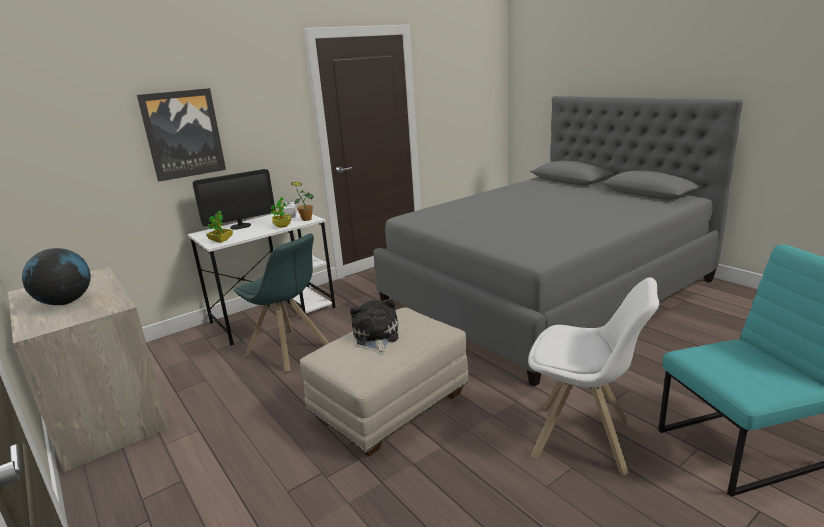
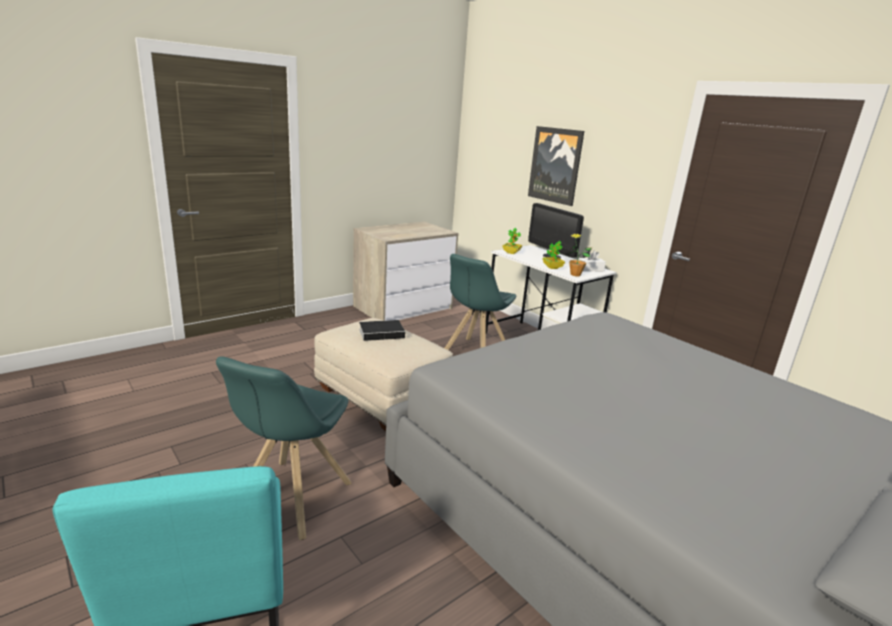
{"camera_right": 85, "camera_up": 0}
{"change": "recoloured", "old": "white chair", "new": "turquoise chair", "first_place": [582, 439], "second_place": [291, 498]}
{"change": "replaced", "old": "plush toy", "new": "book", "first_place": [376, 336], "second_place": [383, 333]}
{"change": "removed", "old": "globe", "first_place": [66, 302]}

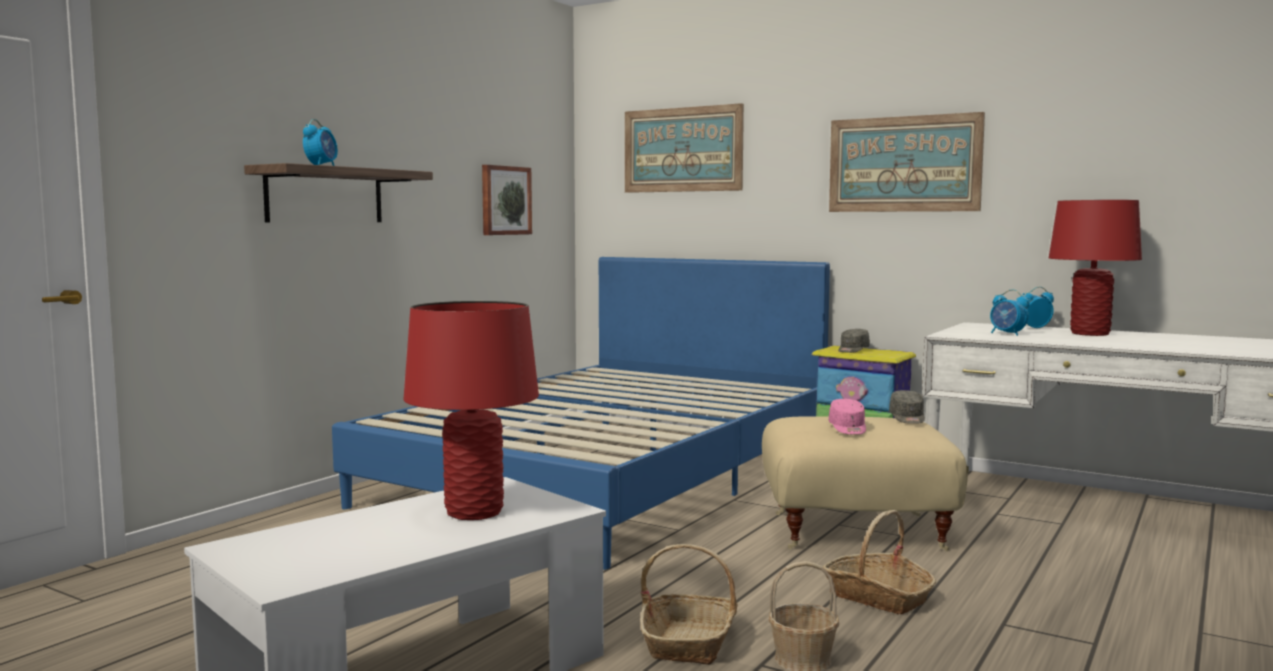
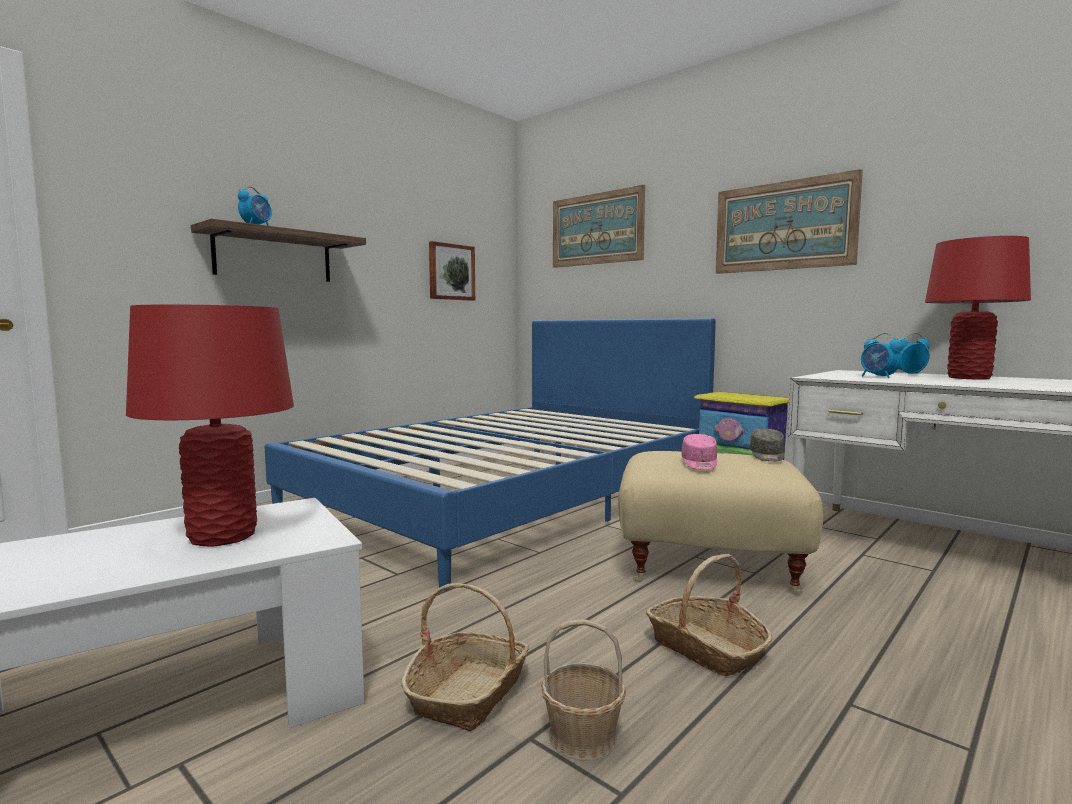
{"camera_right": 10, "camera_up": 0}
{"change": "removed", "old": "grey cap", "first_place": [852, 350]}

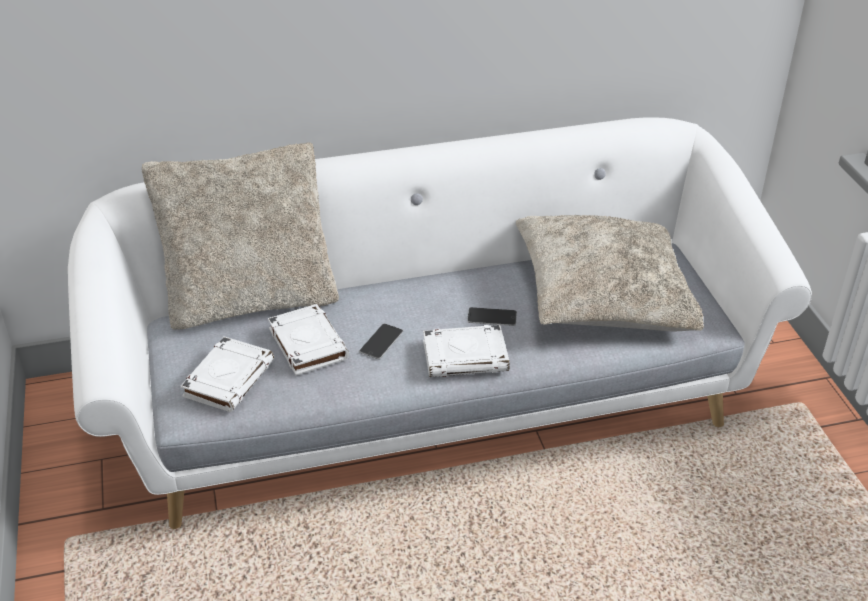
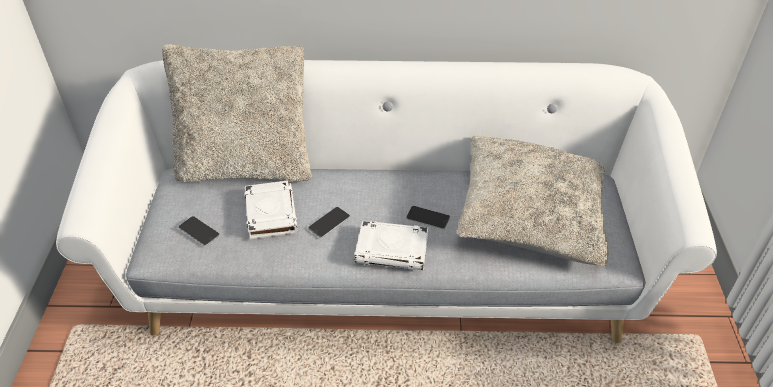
{"camera_right": 15, "camera_up": 5}
{"change": "replaced", "old": "white book", "new": "phone", "first_place": [229, 378], "second_place": [199, 231]}

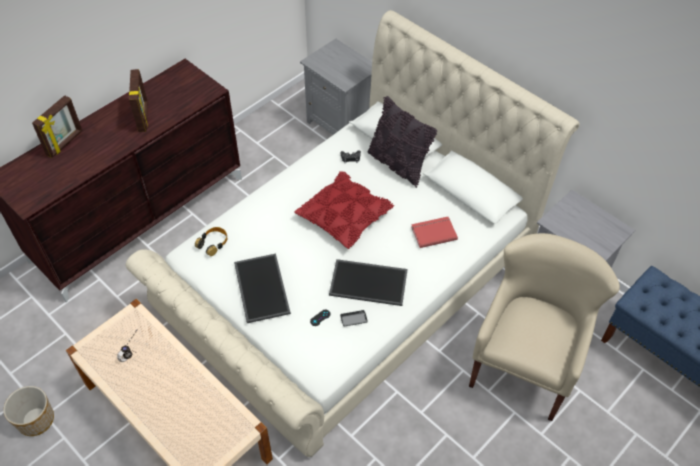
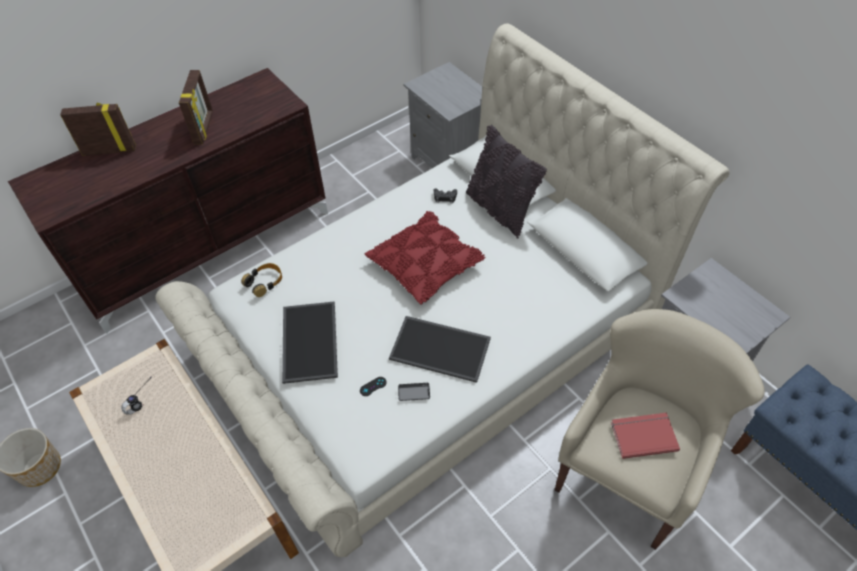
{"camera_right": 10, "camera_up": 0}
{"change": "turned", "old": "picture frame", "first_place": [65, 143], "second_place": [109, 150], "degrees": -135}
{"change": "moved", "old": "red book", "first_place": [433, 232], "second_place": [643, 435]}

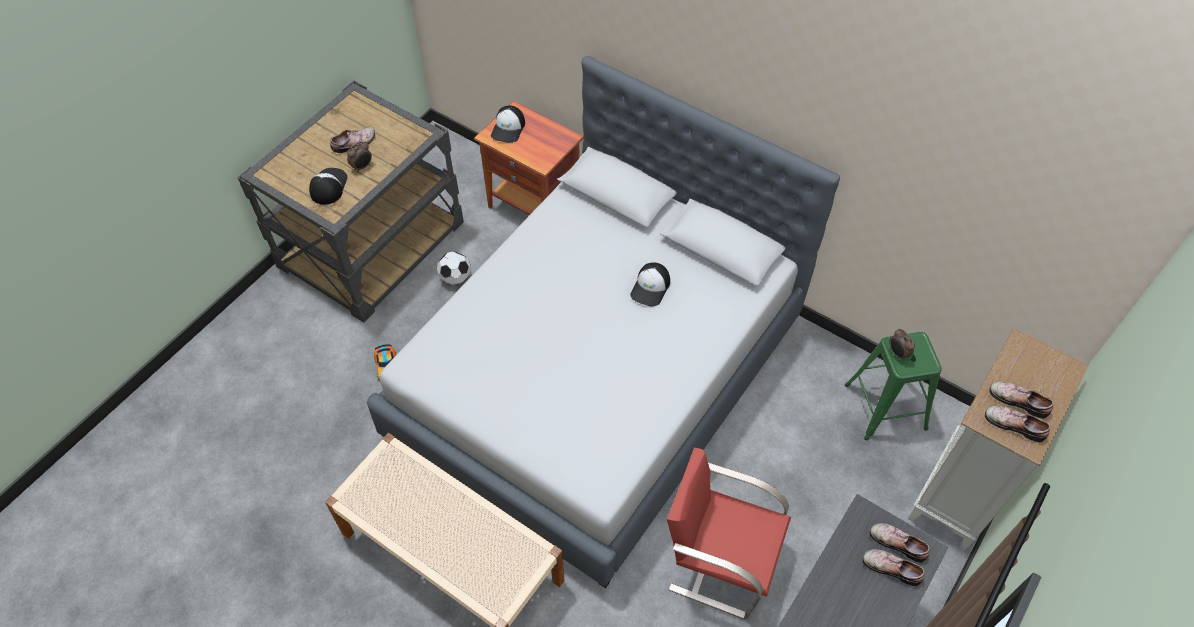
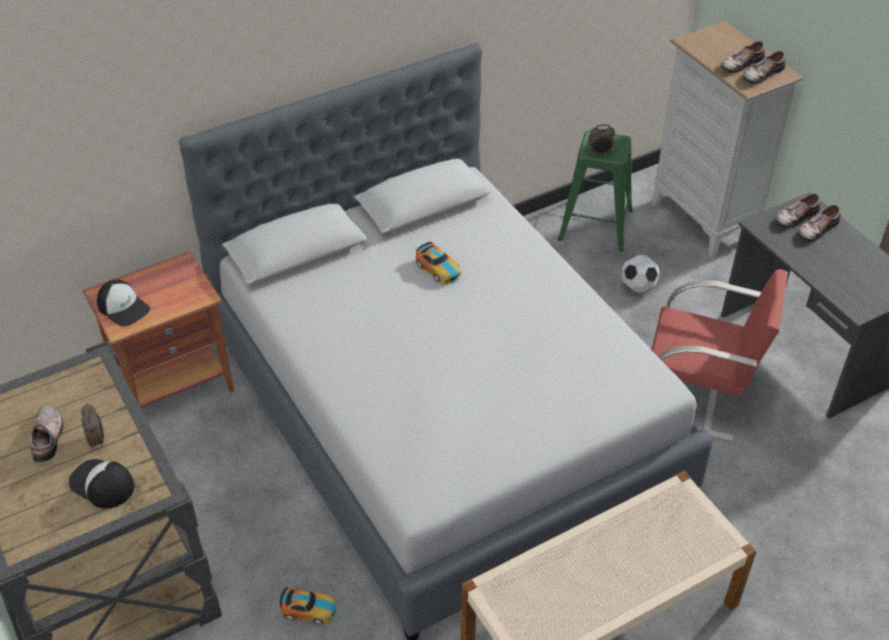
{"camera_right": -65, "camera_up": -10}
{"change": "replaced", "old": "cap", "new": "toy car", "first_place": [651, 287], "second_place": [438, 269]}
{"change": "moved", "old": "football", "first_place": [455, 277], "second_place": [638, 287]}
{"change": "turned", "old": "red chair", "first_place": [719, 560], "second_place": [698, 397], "degrees": -120}

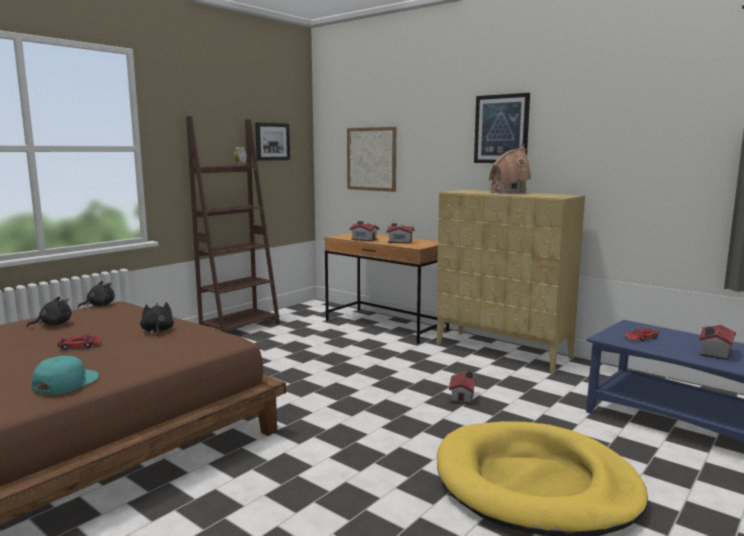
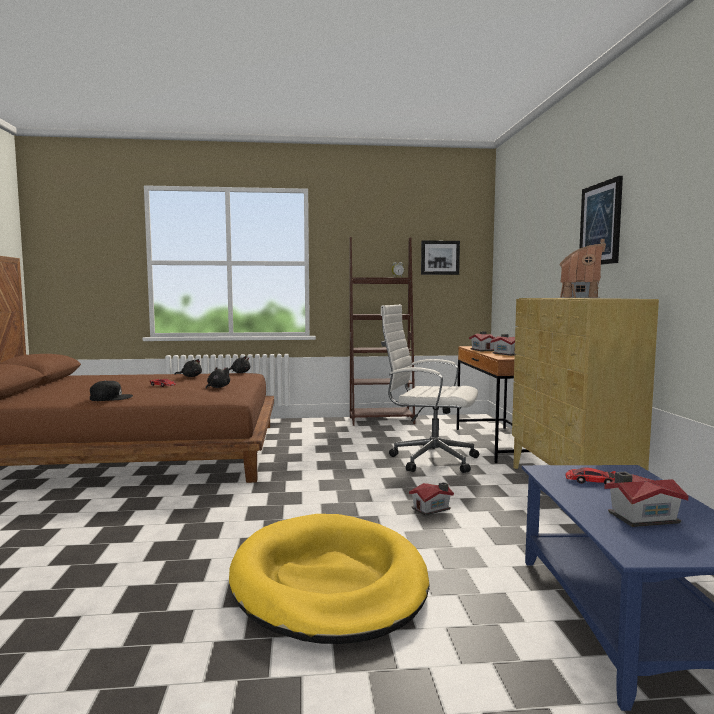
{"camera_right": 45, "camera_up": -5}
{"change": "recoloured", "old": "turquoise cap", "new": "black cap", "first_place": [65, 382], "second_place": [110, 398]}
{"change": "added", "new": "white office chair", "second_place": [429, 460]}
{"change": "removed", "old": "picture", "first_place": [371, 158]}

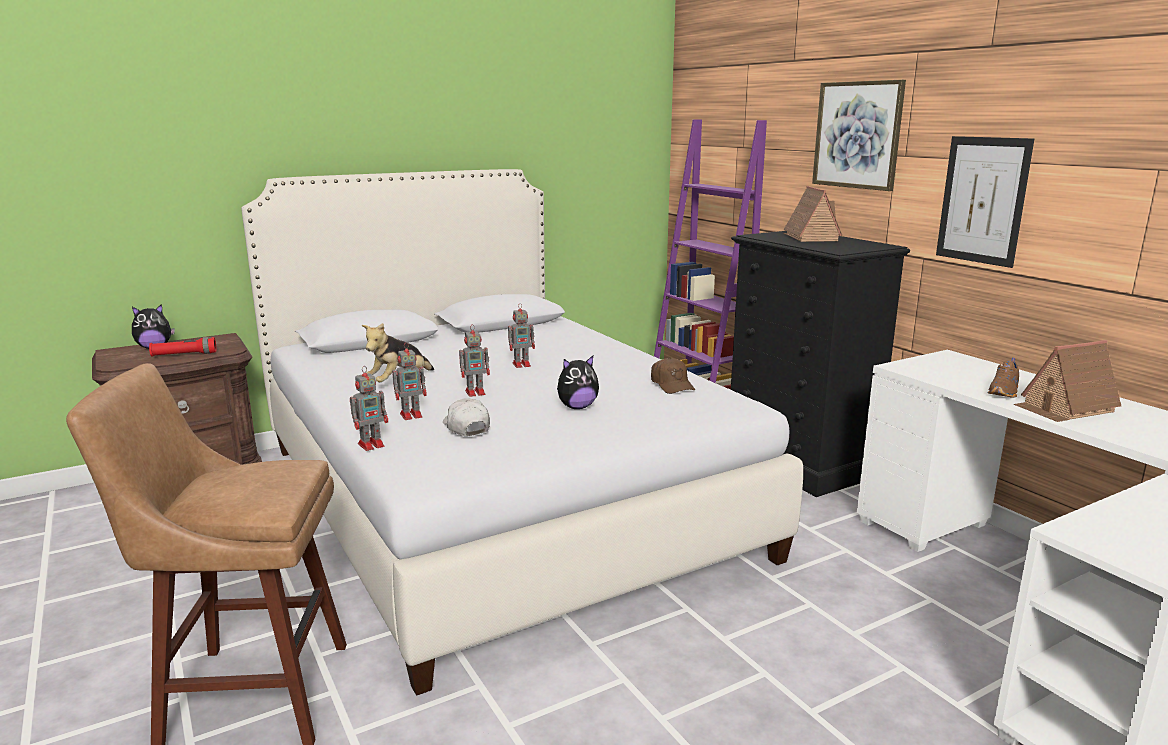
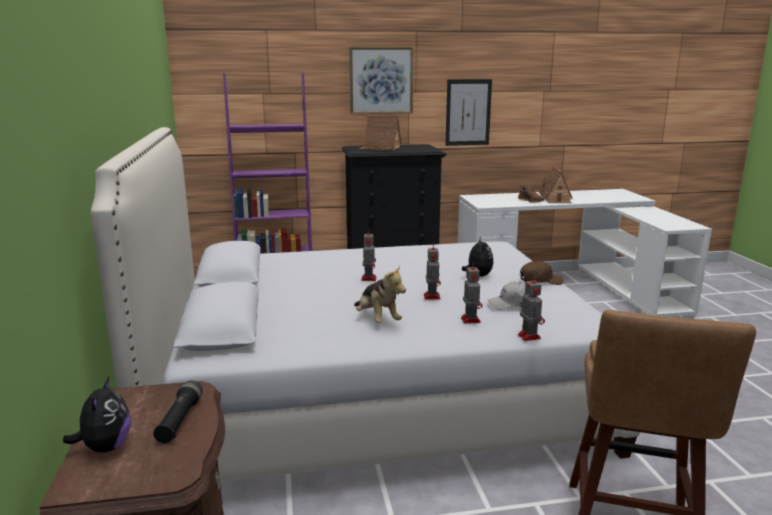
{"camera_right": -70, "camera_up": 0}
{"change": "recoloured", "old": "red flashlight", "new": "black flashlight", "first_place": [184, 355], "second_place": [180, 420]}
{"change": "moved", "old": "brown cap", "first_place": [672, 385], "second_place": [540, 280]}

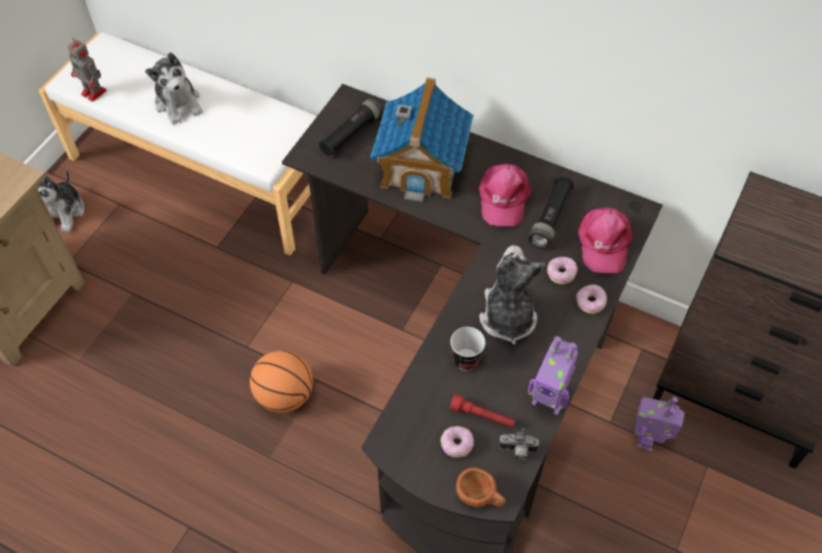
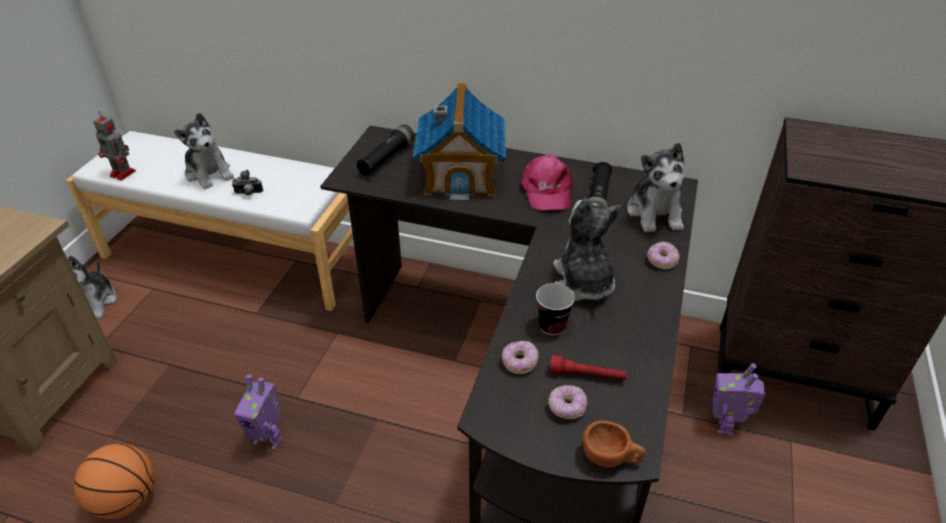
{"camera_right": -10, "camera_up": -15}
{"change": "moved", "old": "basketball", "first_place": [284, 395], "second_place": [126, 500]}
{"change": "moved", "old": "photo camera", "first_place": [517, 451], "second_place": [248, 194]}
{"change": "moved", "old": "toy robot", "first_place": [548, 400], "second_place": [268, 439]}
{"change": "moved", "old": "donut", "first_place": [561, 274], "second_place": [519, 362]}
{"change": "replaced", "old": "pink cap", "new": "plush toy", "first_place": [603, 243], "second_place": [655, 213]}

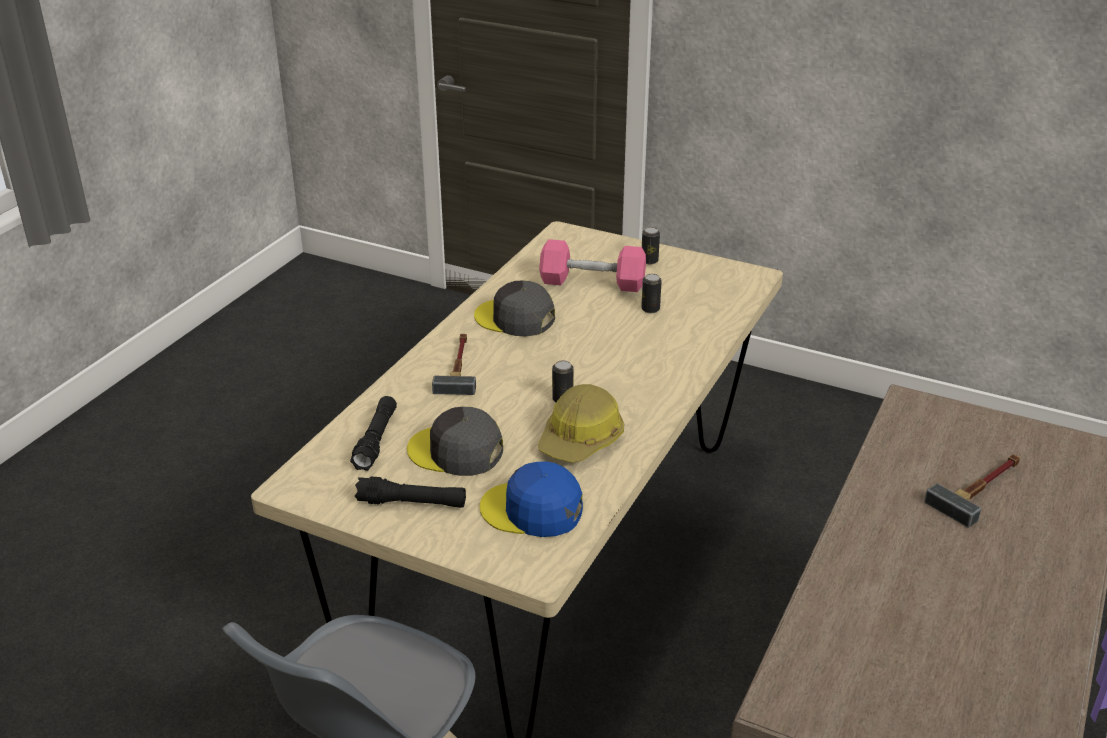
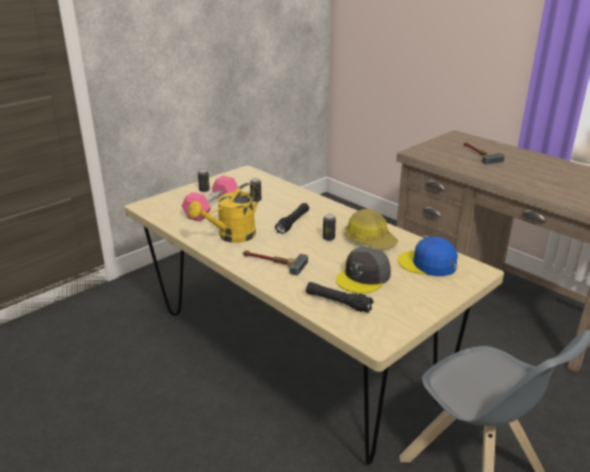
{"camera_right": -70, "camera_up": -5}
{"change": "replaced", "old": "grey cap", "new": "yellow watering can", "first_place": [515, 318], "second_place": [231, 236]}
{"change": "moved", "old": "black flashlight", "first_place": [412, 503], "second_place": [293, 223]}
{"change": "turned", "old": "blue cap", "first_place": [532, 510], "second_place": [428, 264], "degrees": 75}

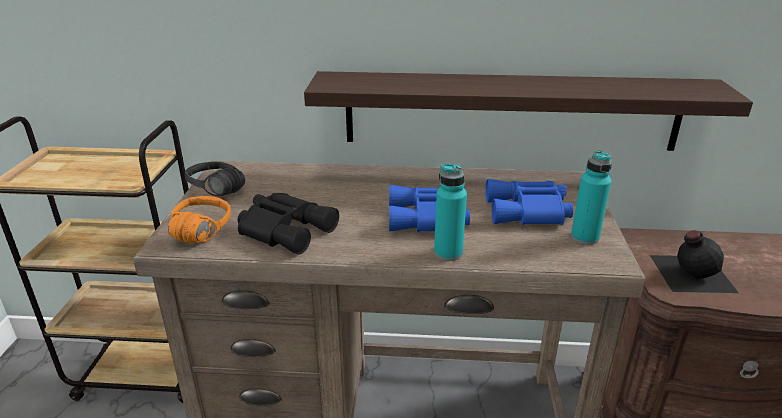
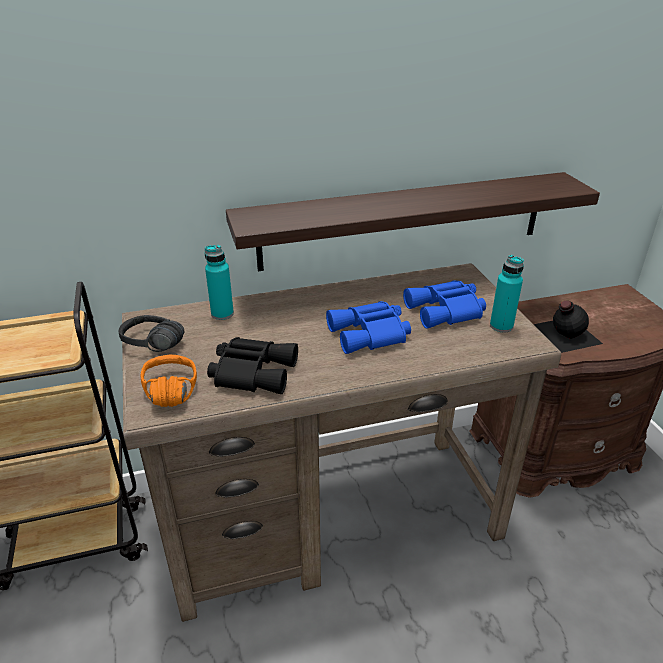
{"camera_right": -20, "camera_up": 5}
{"change": "moved", "old": "turquoise bottle", "first_place": [448, 253], "second_place": [222, 314]}

